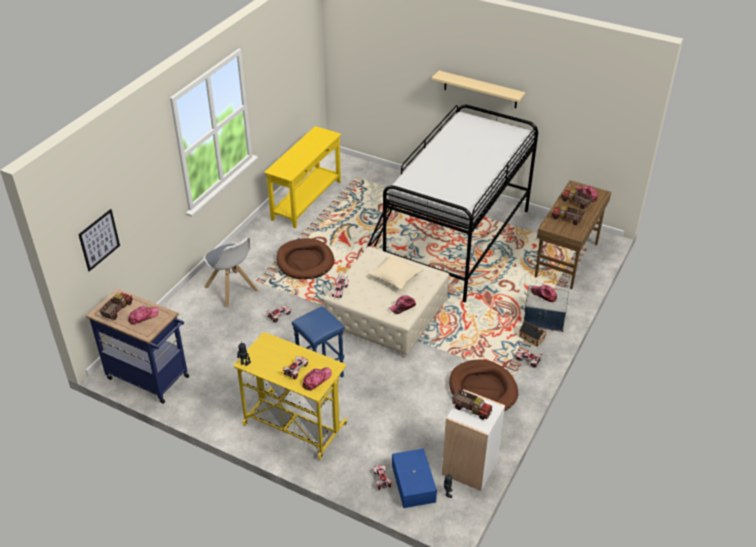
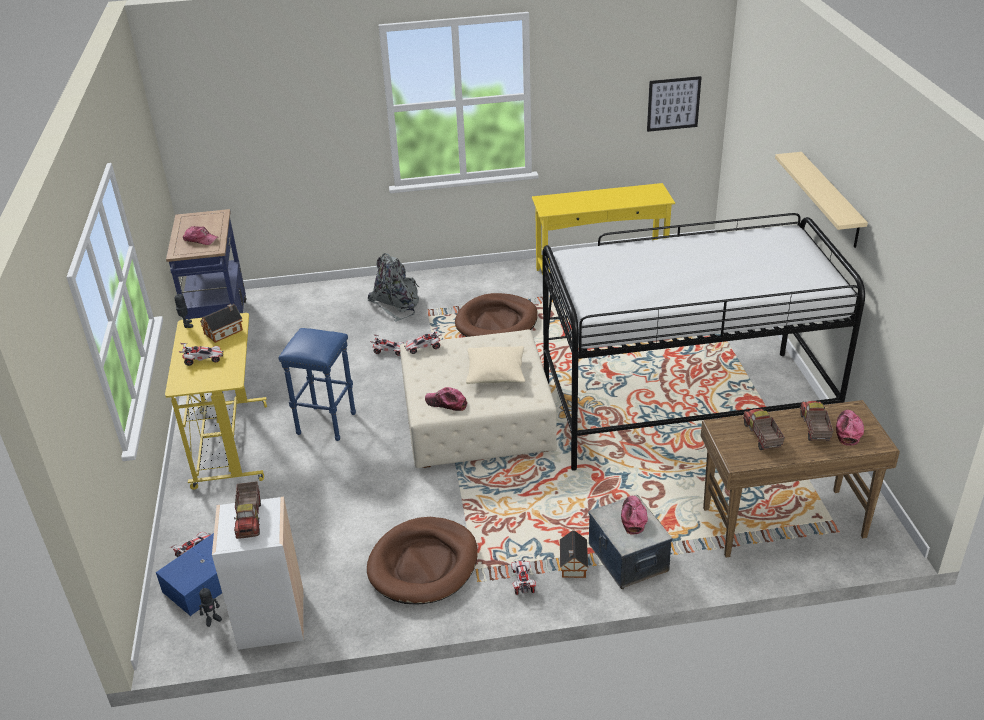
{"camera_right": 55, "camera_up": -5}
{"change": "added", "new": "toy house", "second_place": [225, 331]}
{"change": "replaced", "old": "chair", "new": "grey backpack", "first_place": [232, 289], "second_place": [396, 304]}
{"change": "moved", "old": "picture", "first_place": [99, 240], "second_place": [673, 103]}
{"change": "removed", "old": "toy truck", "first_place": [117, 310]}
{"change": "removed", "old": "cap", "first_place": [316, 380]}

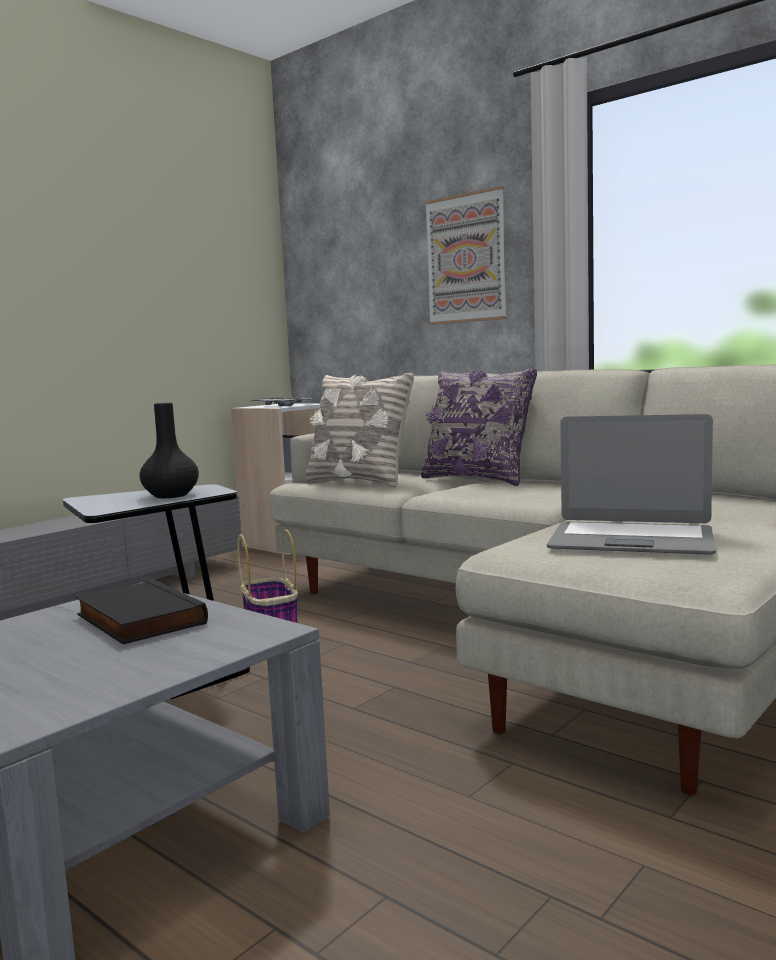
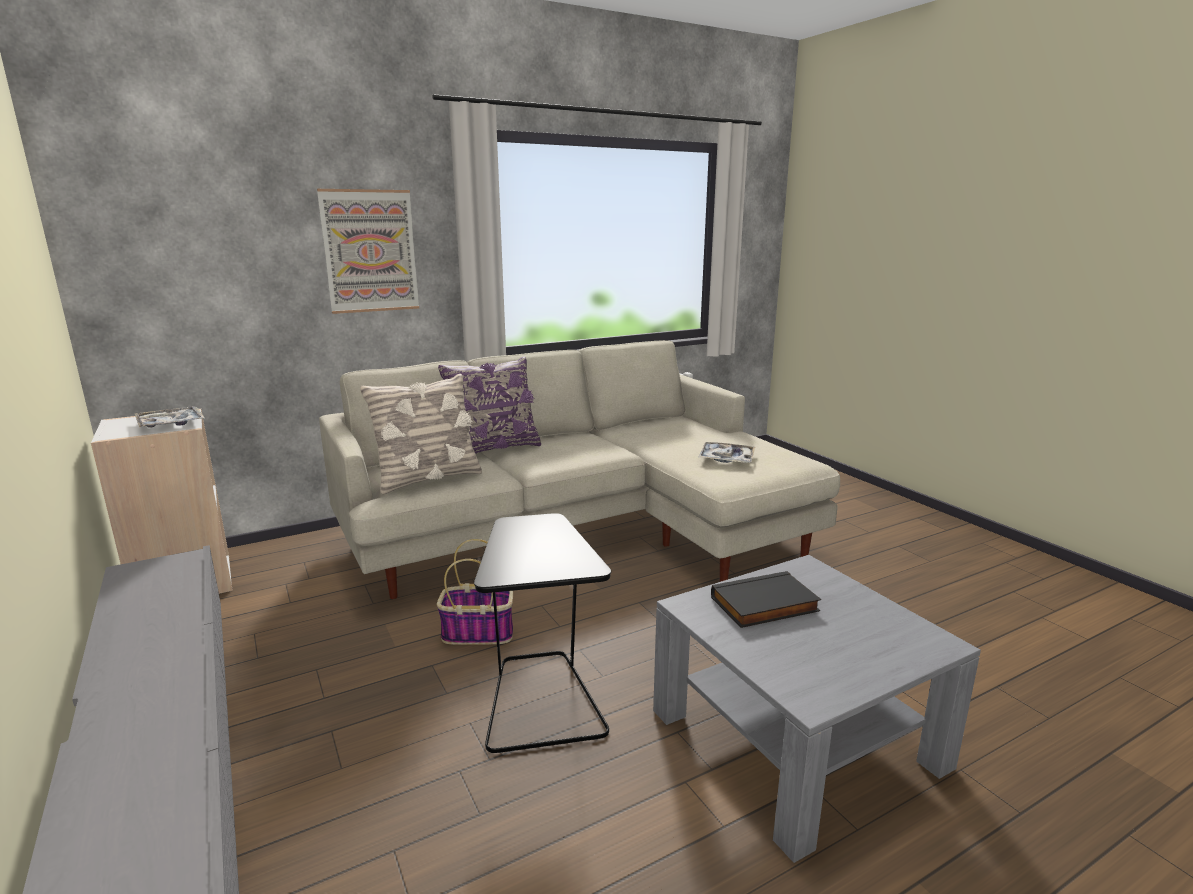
{"camera_right": -70, "camera_up": 10}
{"change": "replaced", "old": "laptop", "new": "tray", "first_place": [631, 541], "second_place": [726, 459]}
{"change": "removed", "old": "black vase", "first_place": [170, 495]}

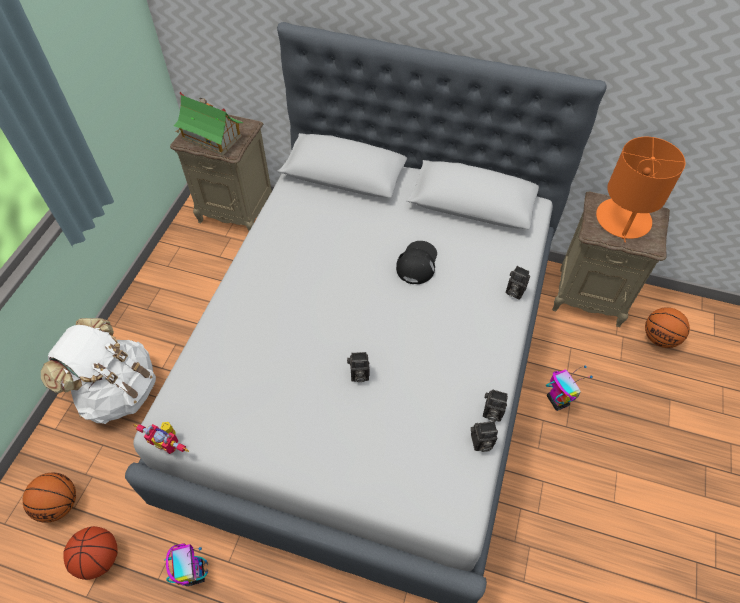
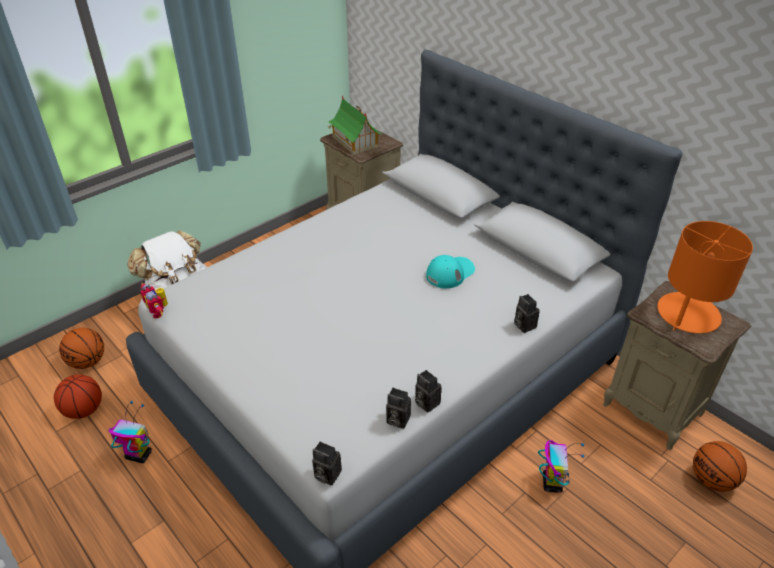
{"camera_right": 30, "camera_up": -15}
{"change": "turned", "old": "toy robot", "first_place": [194, 572], "second_place": [138, 455], "degrees": -90}
{"change": "moved", "old": "photo camera", "first_place": [358, 375], "second_place": [325, 475]}
{"change": "recoloured", "old": "black cap", "new": "turquoise cap", "first_place": [417, 263], "second_place": [450, 273]}

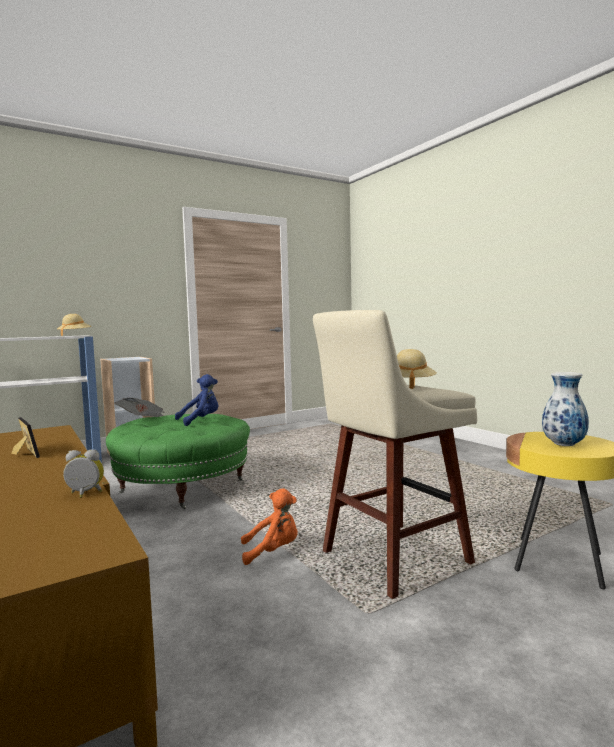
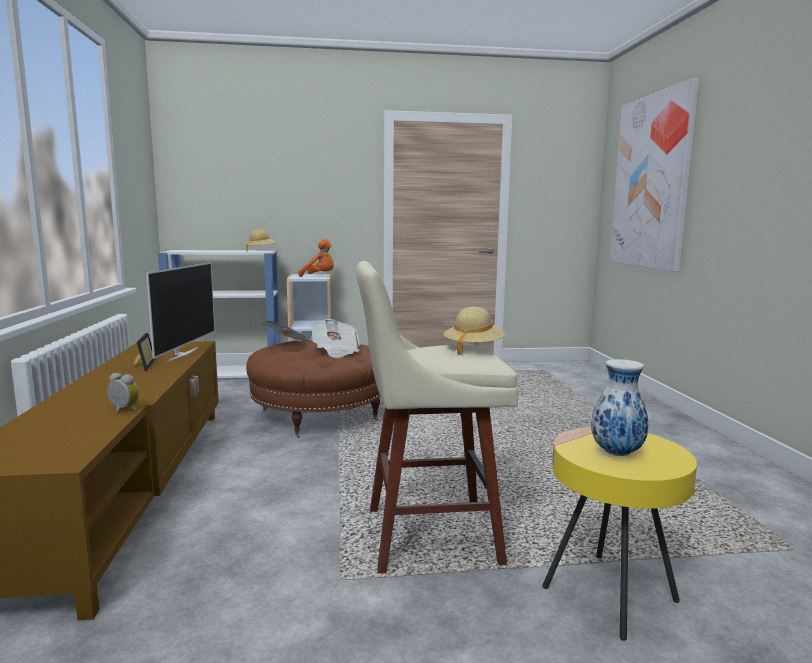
{"camera_right": 25, "camera_up": 5}
{"change": "added", "new": "television", "second_place": [182, 354]}
{"change": "recoloured", "old": "green ottoman", "new": "brown ottoman", "first_place": [183, 487], "second_place": [319, 416]}
{"change": "moved", "old": "orange plush toy", "first_place": [273, 551], "second_place": [320, 276]}
{"change": "replaced", "old": "blue plush toy", "new": "newspaper", "first_place": [201, 420], "second_place": [336, 352]}
{"change": "added", "new": "picture", "second_place": [651, 182]}

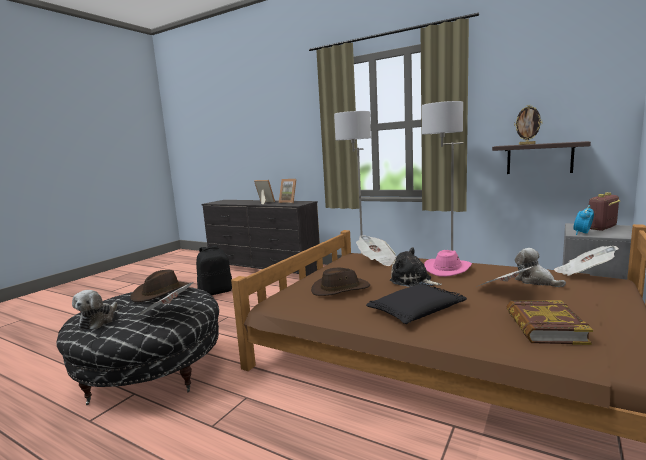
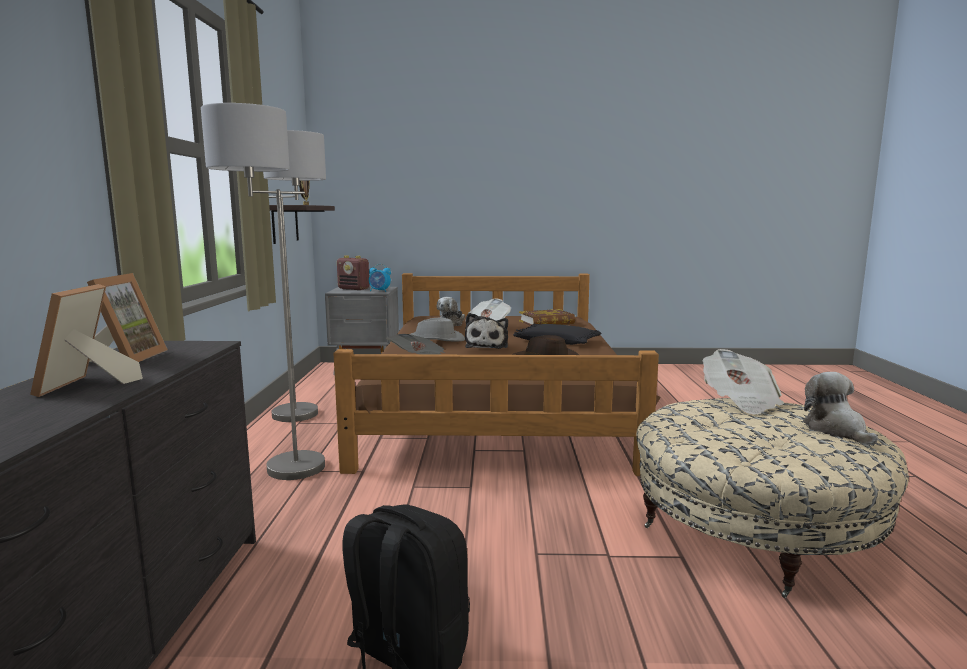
{"camera_right": -120, "camera_up": 0}
{"change": "recoloured", "old": "pink hat", "new": "grey hat", "first_place": [447, 269], "second_place": [434, 340]}
{"change": "recoloured", "old": "black ottoman", "new": "beige ottoman", "first_place": [152, 371], "second_place": [753, 534]}
{"change": "turned", "old": "plush toy", "first_place": [98, 321], "second_place": [836, 430], "degrees": -75}
{"change": "removed", "old": "brown hat", "first_place": [161, 292]}
{"change": "removed", "old": "newspaper", "first_place": [583, 273]}

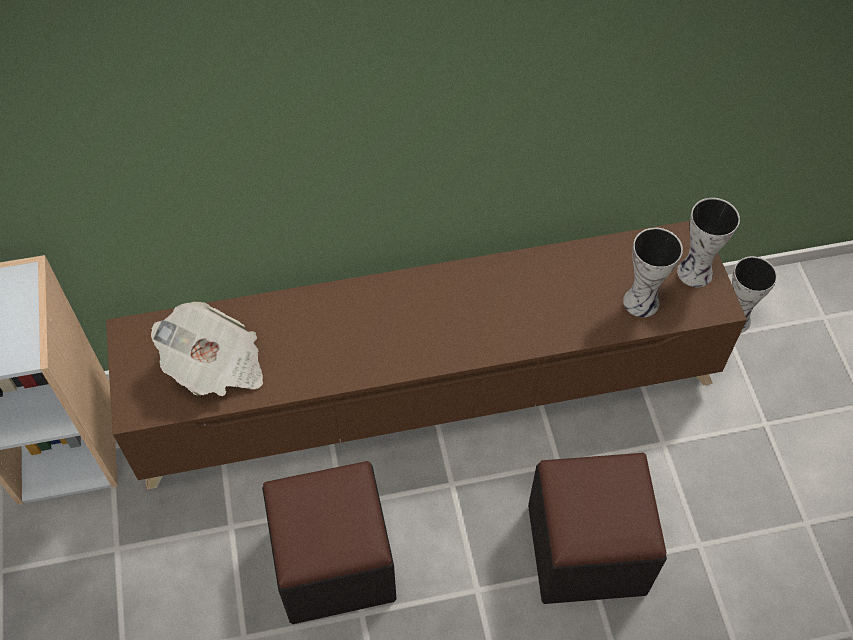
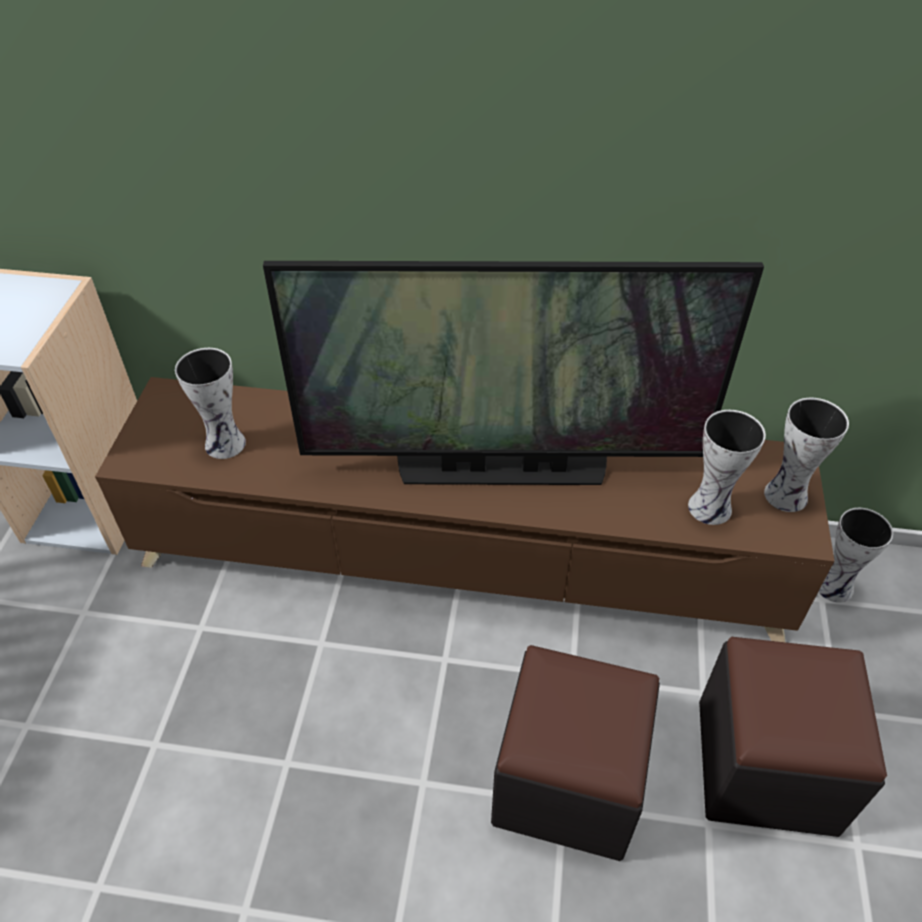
{"camera_right": 20, "camera_up": -10}
{"change": "replaced", "old": "newspaper", "new": "vase", "first_place": [216, 366], "second_place": [227, 444]}
{"change": "added", "new": "television", "second_place": [502, 468]}
{"change": "moved", "old": "black ottoman", "first_place": [334, 562], "second_place": [766, 765]}

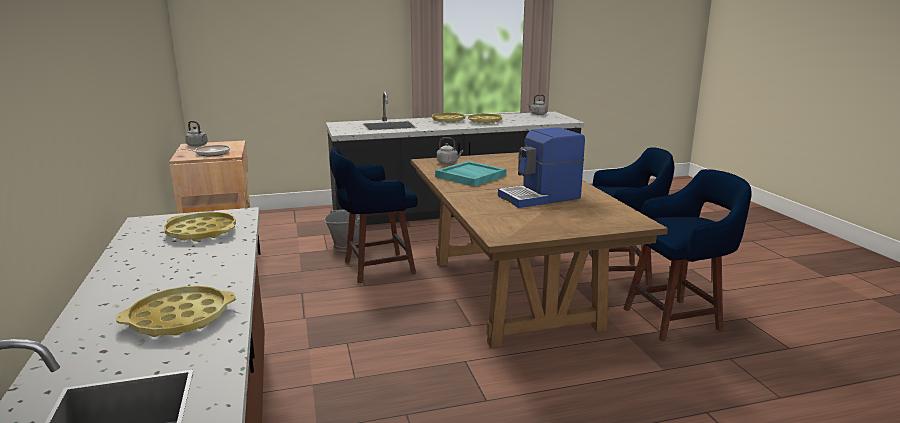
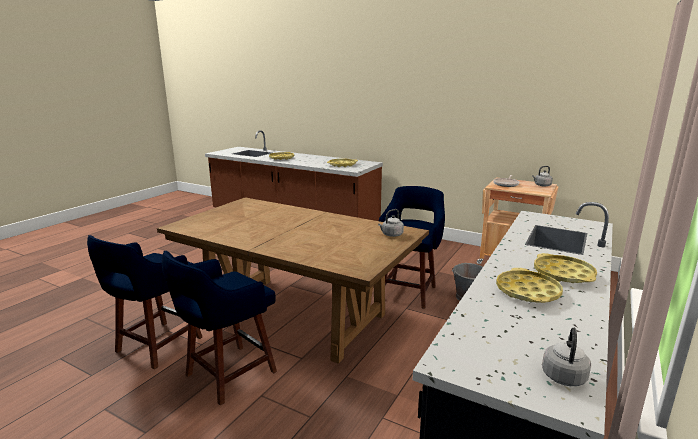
{"camera_right": 135, "camera_up": 0}
{"change": "removed", "old": "turquoise tray", "first_place": [470, 176]}
{"change": "removed", "old": "coffee machine", "first_place": [540, 197]}

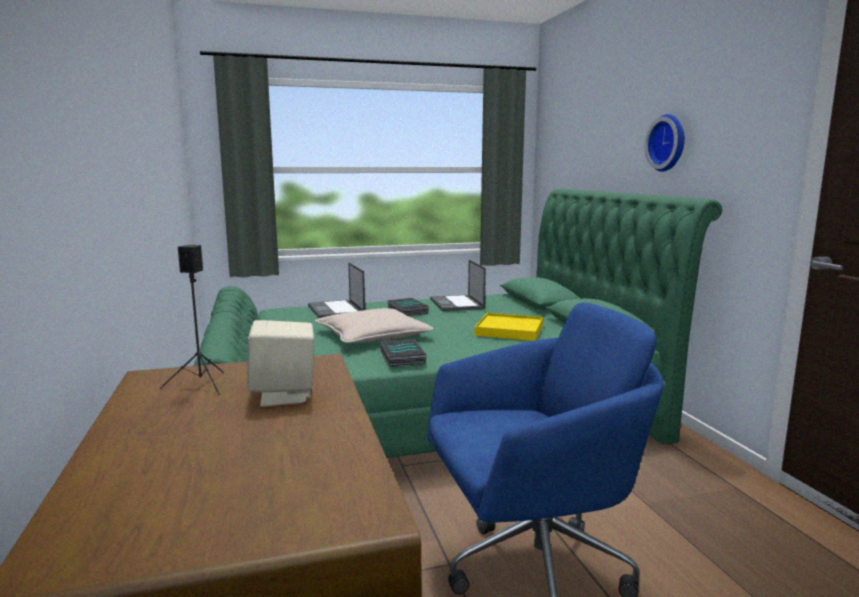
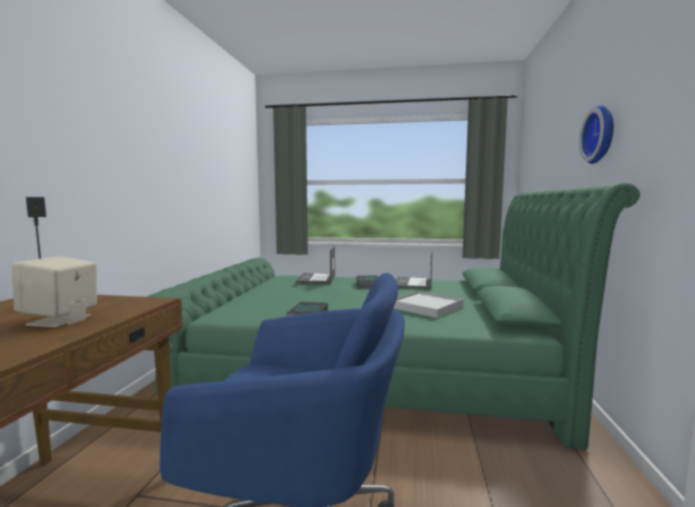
{"camera_right": 25, "camera_up": -5}
{"change": "recoloured", "old": "yellow tray", "new": "white tray", "first_place": [509, 330], "second_place": [426, 307]}
{"change": "removed", "old": "beige pillow", "first_place": [373, 335]}

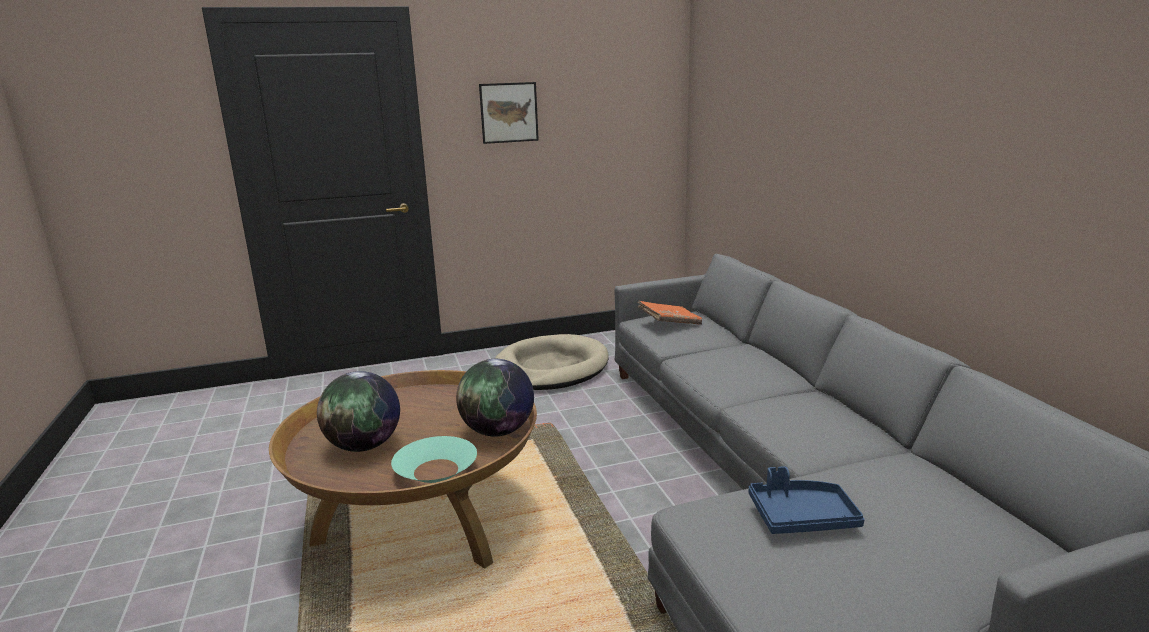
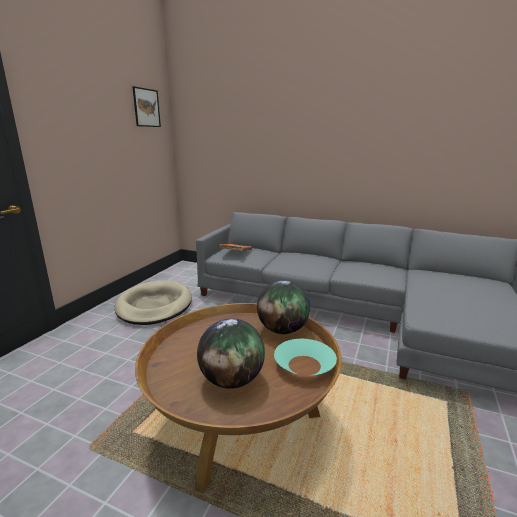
{"camera_right": -50, "camera_up": 0}
{"change": "moved", "old": "picture", "first_place": [509, 112], "second_place": [146, 107]}
{"change": "removed", "old": "blue tray", "first_place": [801, 517]}

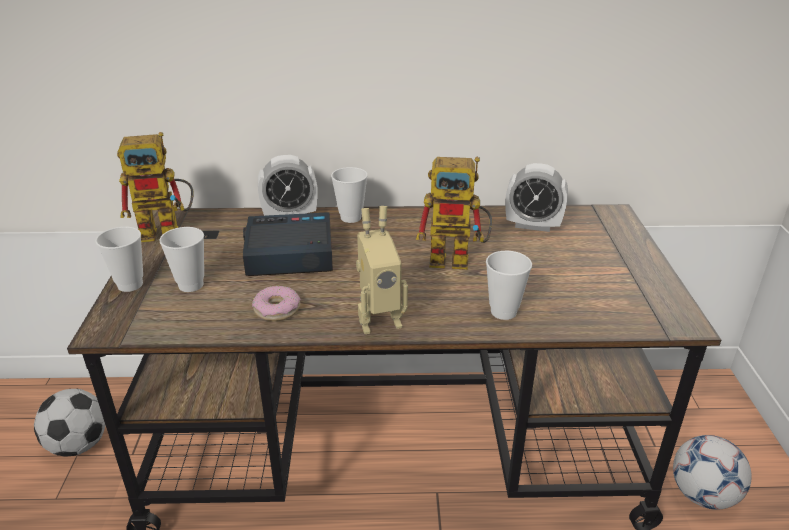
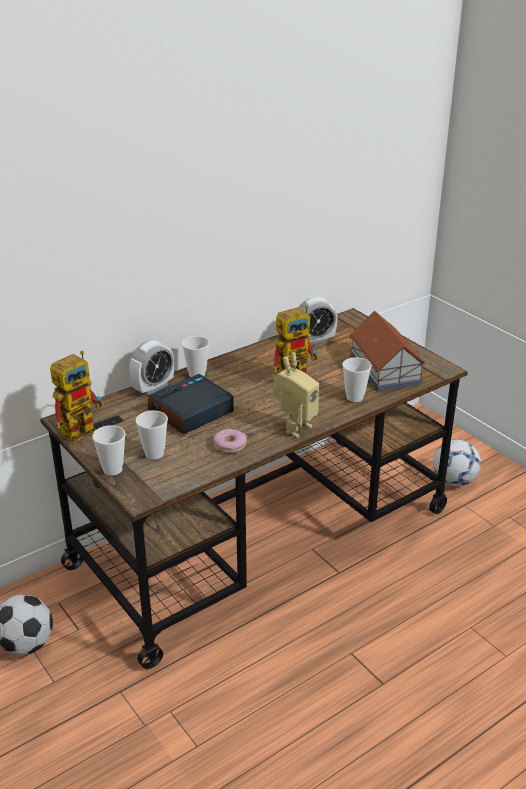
{"camera_right": -35, "camera_up": 0}
{"change": "added", "new": "toy house", "second_place": [384, 370]}

